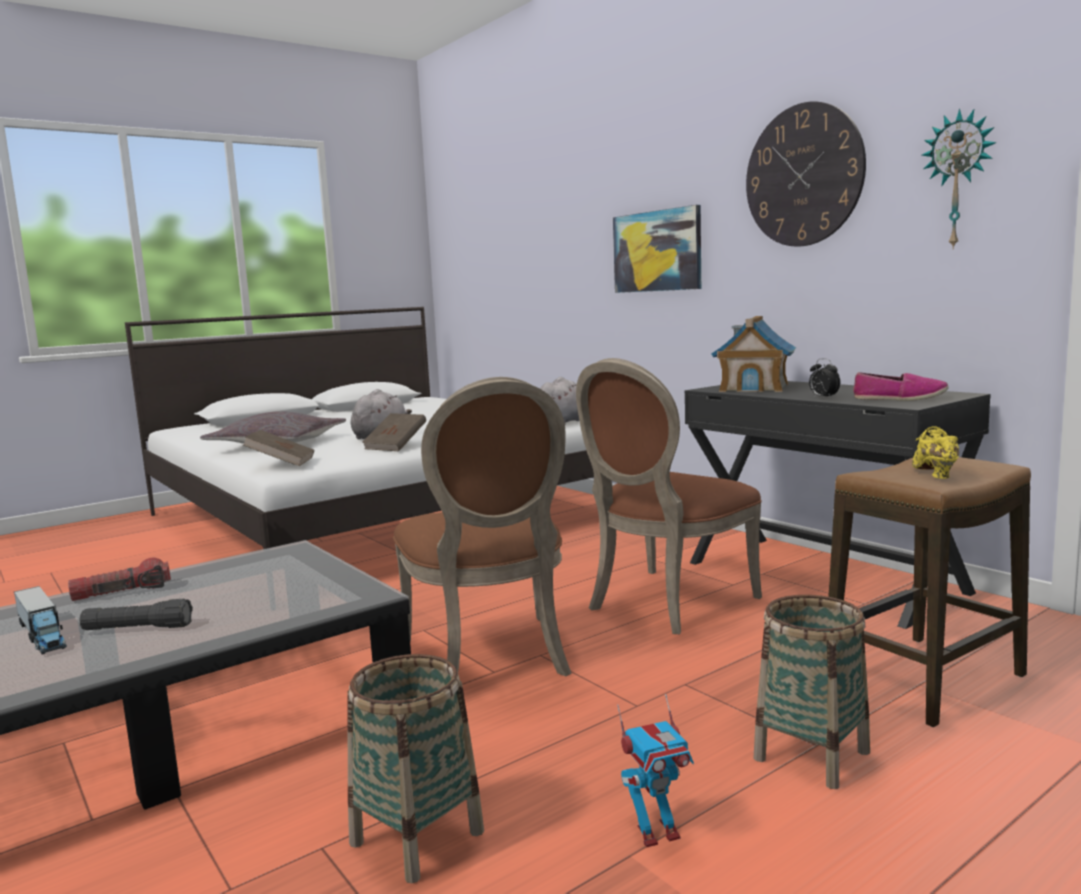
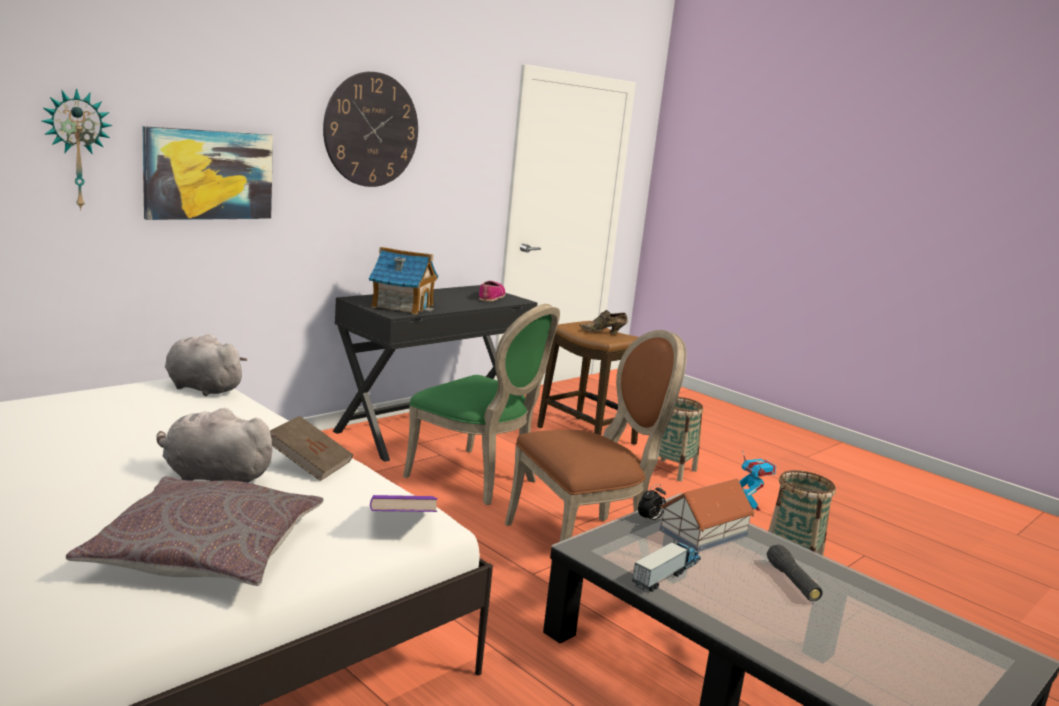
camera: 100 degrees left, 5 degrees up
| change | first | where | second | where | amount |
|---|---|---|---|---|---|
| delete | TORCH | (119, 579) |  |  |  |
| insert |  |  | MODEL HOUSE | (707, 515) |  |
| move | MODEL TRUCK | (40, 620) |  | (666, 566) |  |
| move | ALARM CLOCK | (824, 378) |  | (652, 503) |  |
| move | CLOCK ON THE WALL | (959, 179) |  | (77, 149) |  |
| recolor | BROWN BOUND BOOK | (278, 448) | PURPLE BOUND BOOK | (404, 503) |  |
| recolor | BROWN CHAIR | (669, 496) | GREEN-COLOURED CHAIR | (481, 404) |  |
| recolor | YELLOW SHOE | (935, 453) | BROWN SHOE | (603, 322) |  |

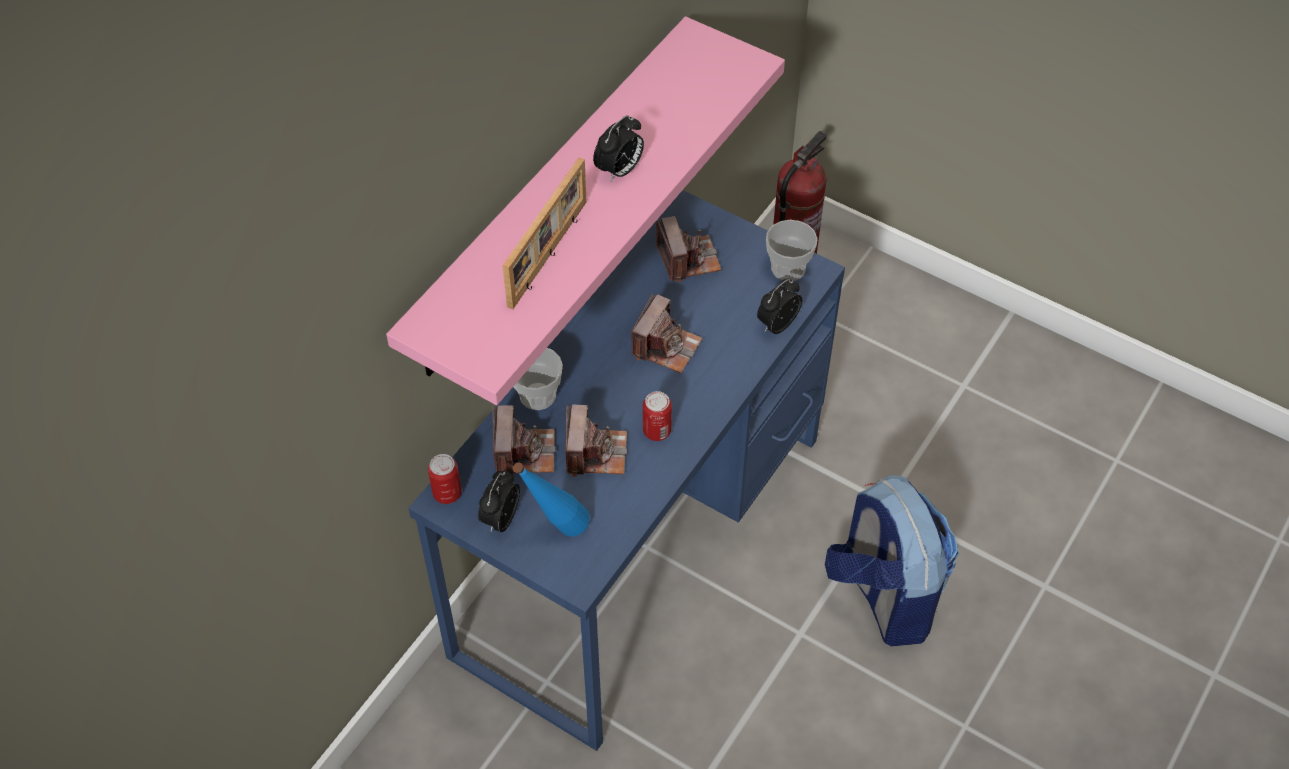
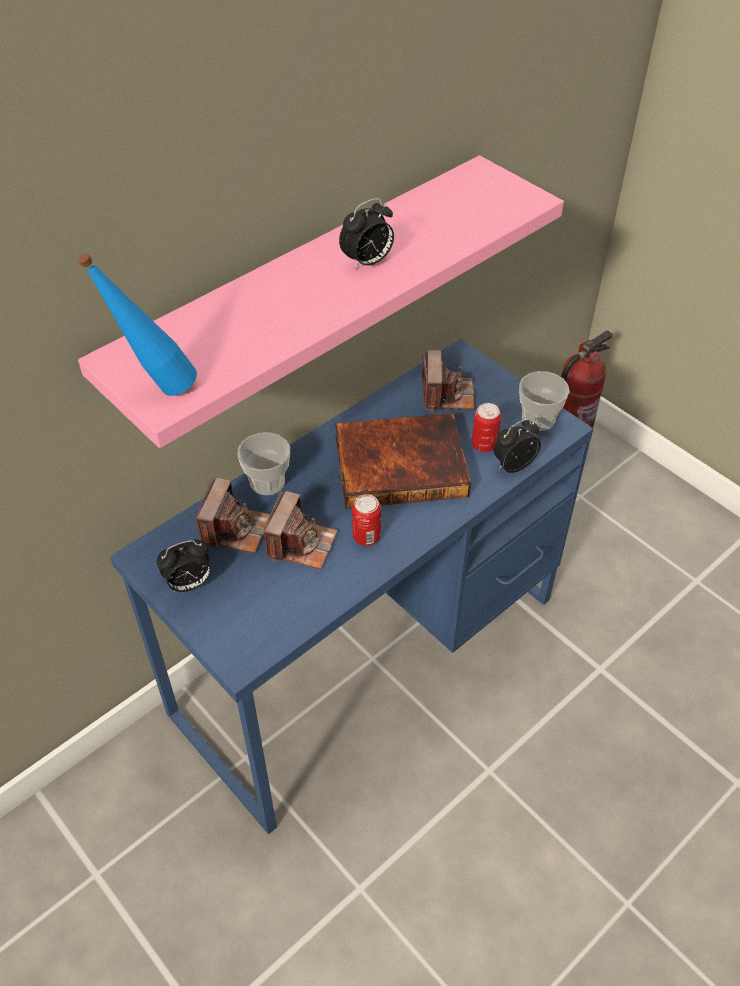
camera: 15 degrees right, 5 degrees down
| change | first | where | second | where | amount |
|---|---|---|---|---|---|
| delete | STANDING FRAME | (544, 233) |  |  |  |
| delete | BACKPACK | (892, 561) |  |  |  |
| move | METAL CAN | (445, 479) |  | (486, 427) |  |
| move | BLUE-COLOURED DRINK BOTTLE | (551, 499) |  | (137, 324) |  |
| replace | STILL CAMERA | (667, 333) | BOUND BOOK | (403, 461) |  |
| rotate | ALARM CLOCK | (499, 501) |  | (184, 566) | 150 degrees counterclockwise |

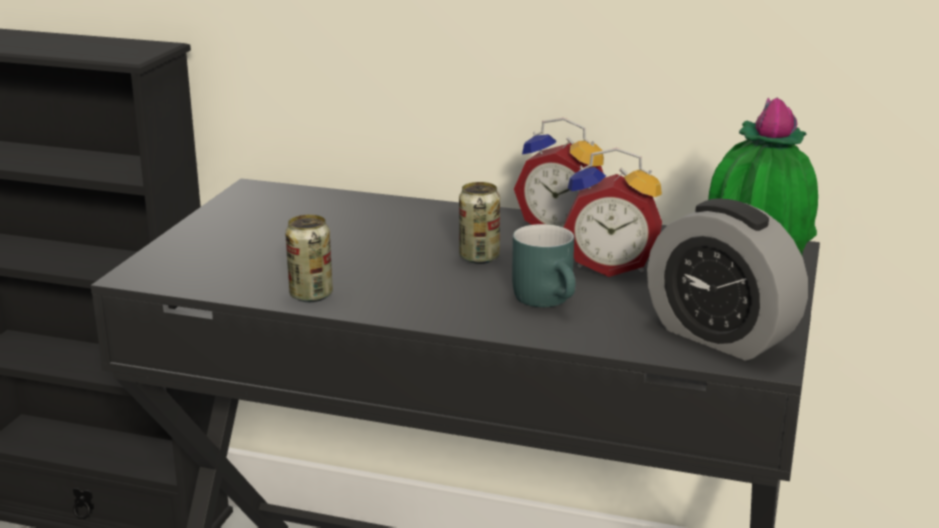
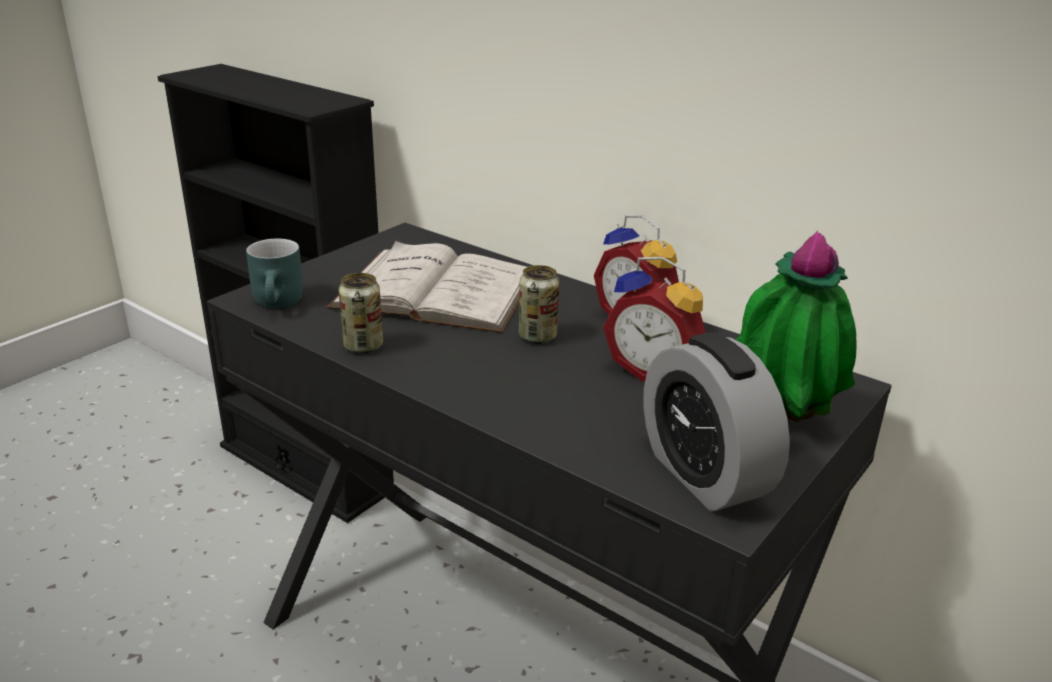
camera: 20 degrees right, 5 degrees up
| change | first | where | second | where | amount |
|---|---|---|---|---|---|
| insert |  |  | WHITE-COLOURED BOUND BOOK | (427, 287) |  |
| move | TURQUOISE TEA MUG | (544, 265) |  | (274, 273) |  |

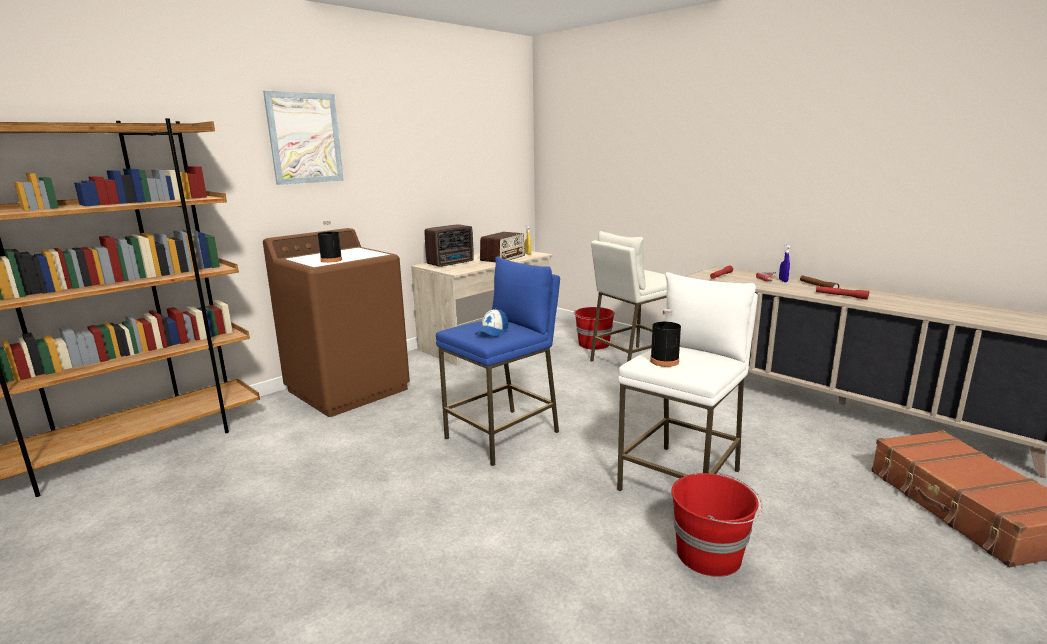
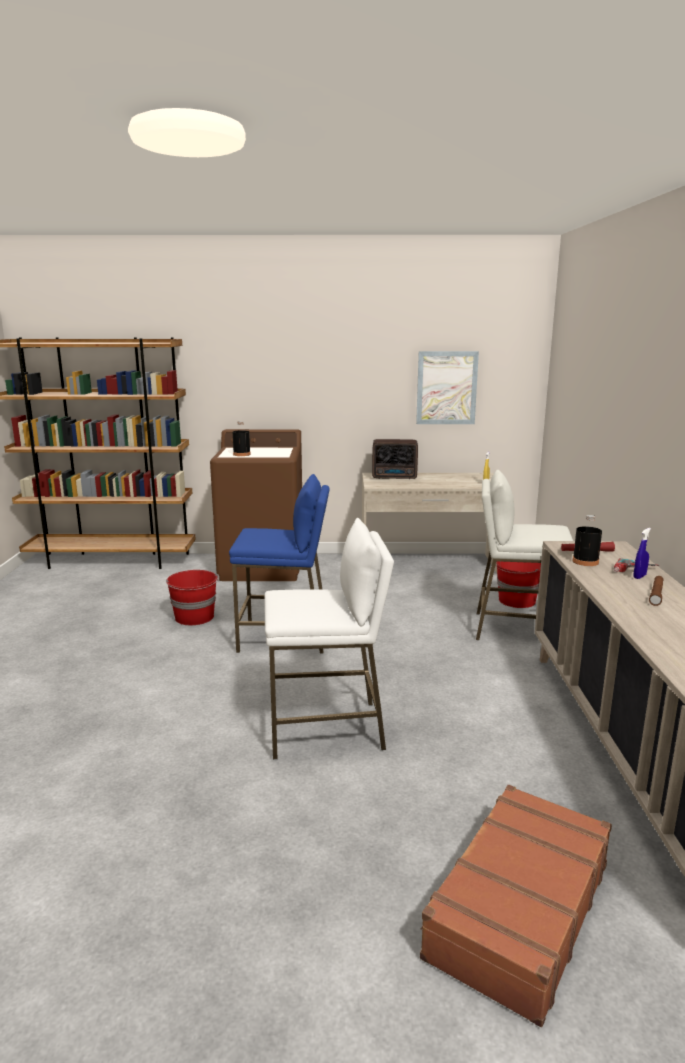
camera: 45 degrees right, 0 degrees up
| change | first | where | second | where | amount |
|---|---|---|---|---|---|
| delete | BASEBALL CAP | (492, 322) |  |  |  |
| delete | RADIO SET | (502, 247) |  |  |  |
| delete | REDDISH TORCH | (842, 293) |  |  |  |
| move | PICTURE | (303, 138) |  | (447, 387) |  |
| move | BLACKISH DRINK BOTTLE | (665, 338) |  | (587, 540) |  |
| move | REDDISH BUCKET | (717, 524) |  | (192, 597) |  |

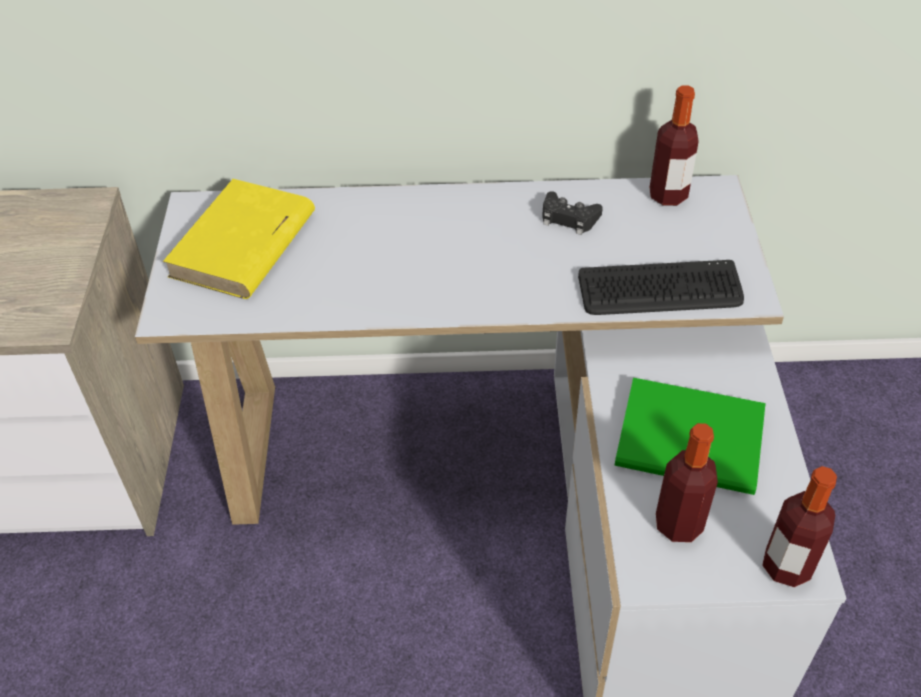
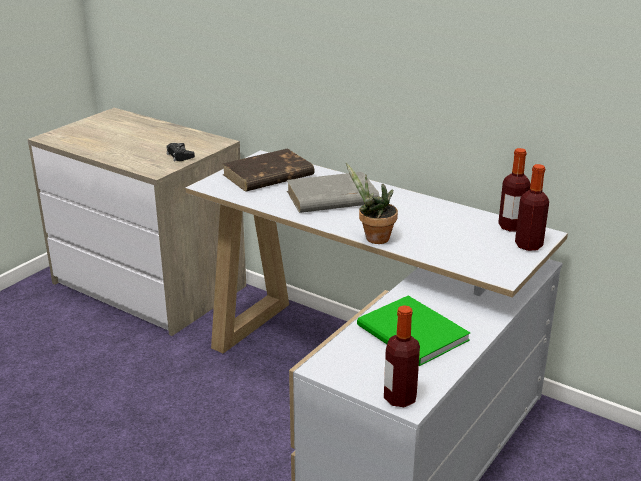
camera: 35 degrees right, 20 degrees down
| change | first | where | second | where | amount |
|---|---|---|---|---|---|
| delete | PC KEYBOARD | (661, 287) |  |  |  |
| insert |  |  | GREYISH BOUND BOOK | (333, 192) |  |
| insert |  |  | HOUSEPLANT | (372, 203) |  |
| move | BLACKISH JOYPAD | (572, 213) |  | (180, 152) |  |
| move | DRINK BOTTLE | (687, 482) |  | (532, 207) |  |
| recolor | YELLOW BOUND BOOK | (239, 239) | BROWN BOUND BOOK | (268, 170) |  |

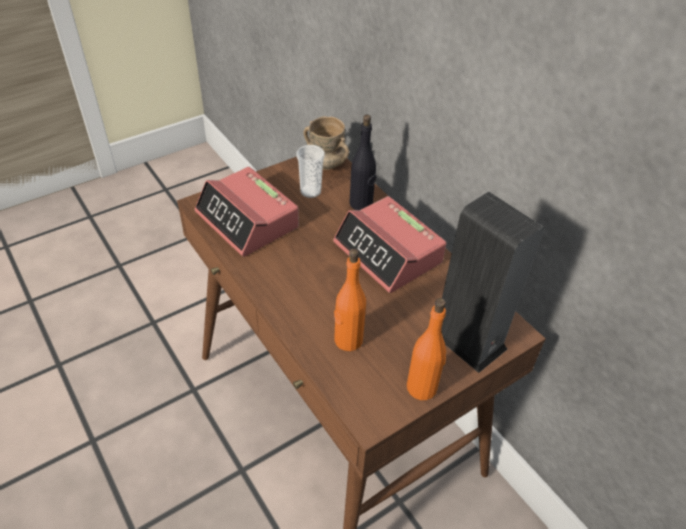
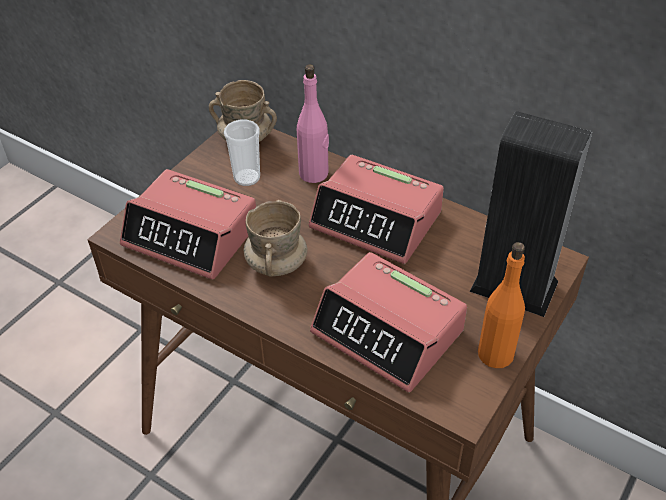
camera: 20 degrees left, 0 degrees up
| change | first | where | second | where | amount |
|---|---|---|---|---|---|
| insert |  |  | BEIGE TEA MUG | (275, 238) |  |
| replace | ORANGE DRINK BOTTLE | (350, 300) | ALARM CLOCK | (388, 322) |  |
| recolor | BLACKISH DRINK BOTTLE | (362, 162) | PINKISH DRINK BOTTLE | (313, 123) |  |

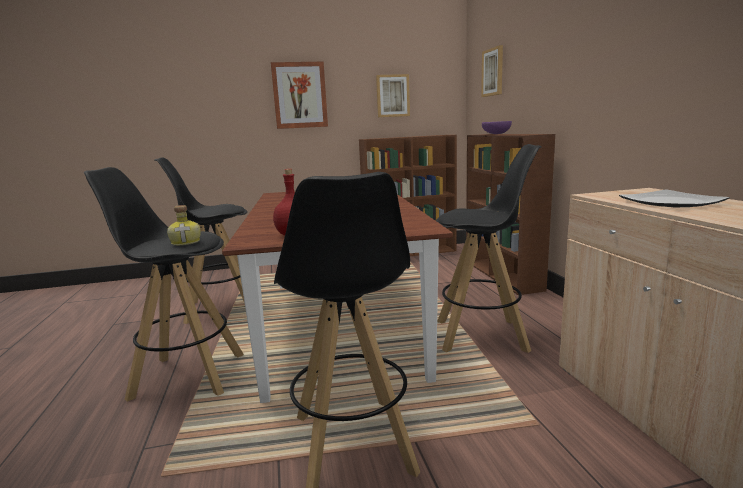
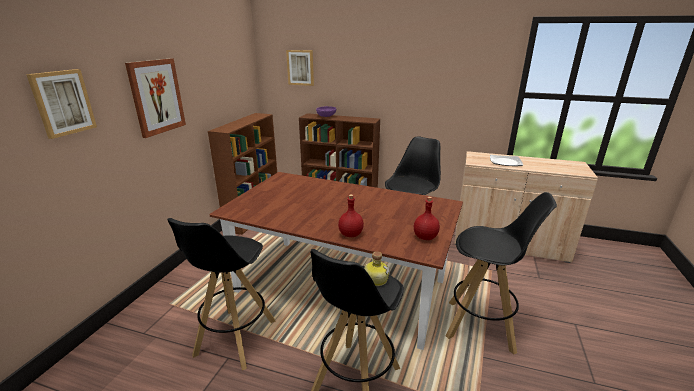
camera: 60 degrees left, 10 degrees up
| change | first | where | second | where | amount |
|---|---|---|---|---|---|
| insert |  |  | REDDISH DRINK BOTTLE | (351, 215) |  |
| move | PICTURE | (393, 95) |  | (61, 104) |  |

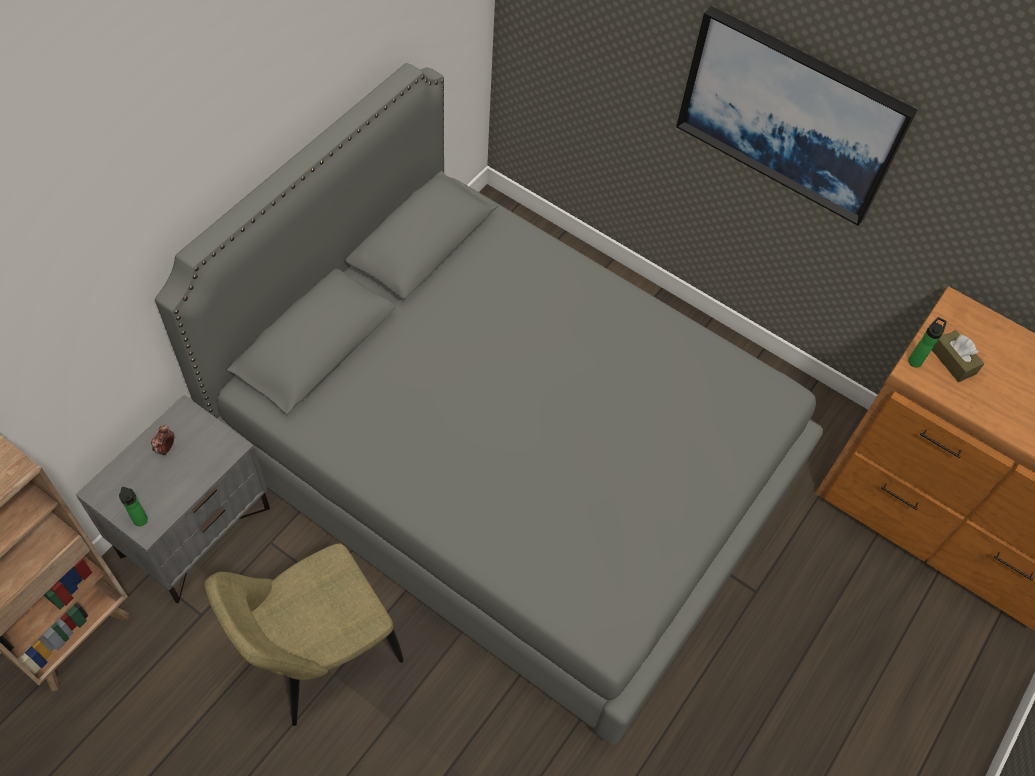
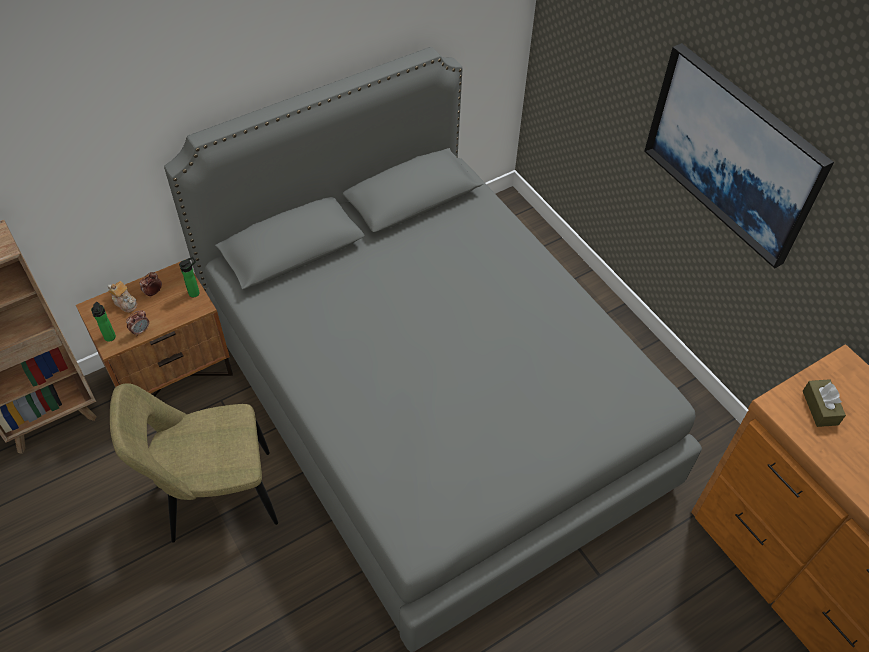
camera: 25 degrees right, 5 degrees down
| change | first | where | second | where | amount |
|---|---|---|---|---|---|
| insert |  |  | TEAPOT | (122, 296) |  |
| insert |  |  | ALARM CLOCK | (137, 323) |  |
| move | DRINK BOTTLE | (927, 342) |  | (189, 277) |  |
| recolor | GREYISH BEDSIDE TABLE | (173, 499) | BROWN BEDSIDE TABLE | (154, 327) |  |

